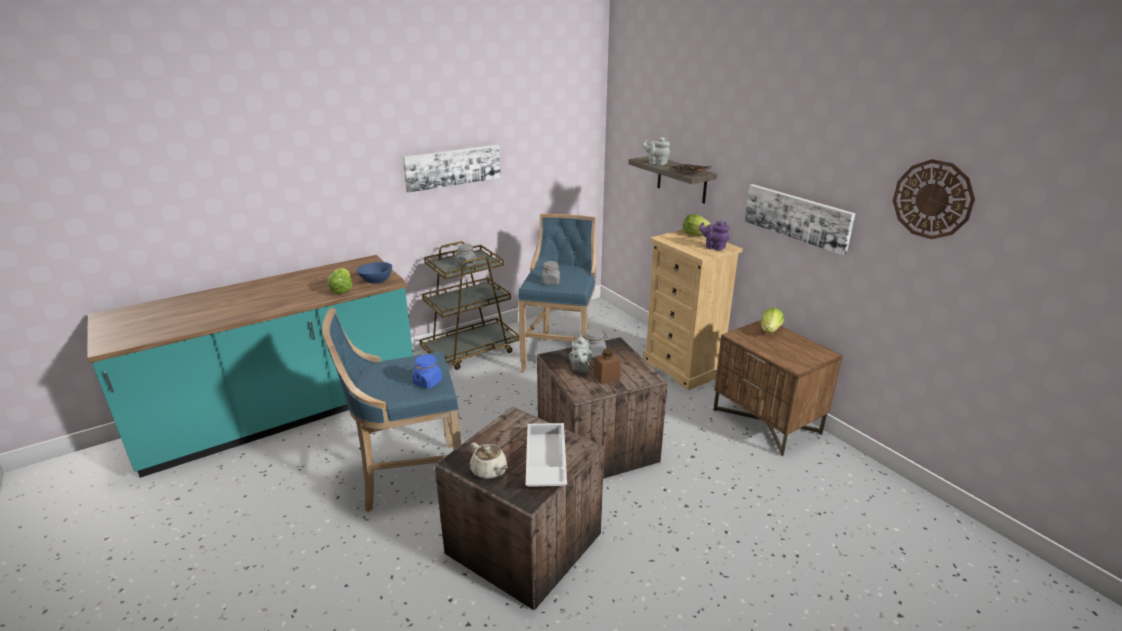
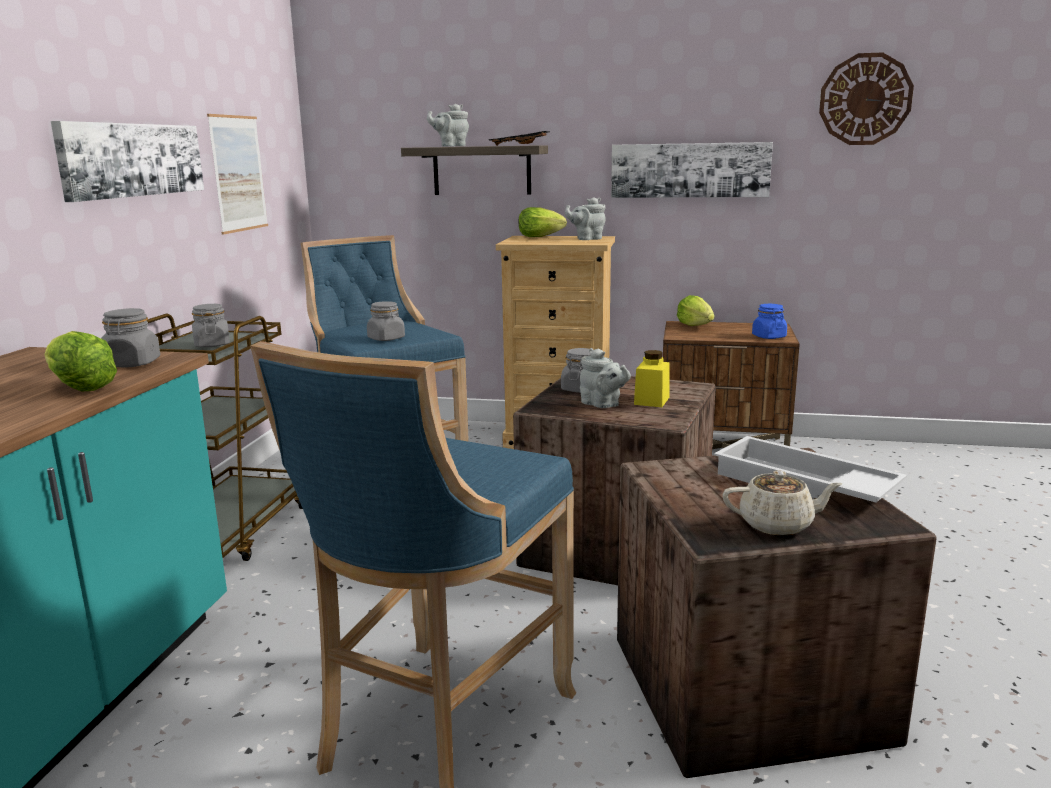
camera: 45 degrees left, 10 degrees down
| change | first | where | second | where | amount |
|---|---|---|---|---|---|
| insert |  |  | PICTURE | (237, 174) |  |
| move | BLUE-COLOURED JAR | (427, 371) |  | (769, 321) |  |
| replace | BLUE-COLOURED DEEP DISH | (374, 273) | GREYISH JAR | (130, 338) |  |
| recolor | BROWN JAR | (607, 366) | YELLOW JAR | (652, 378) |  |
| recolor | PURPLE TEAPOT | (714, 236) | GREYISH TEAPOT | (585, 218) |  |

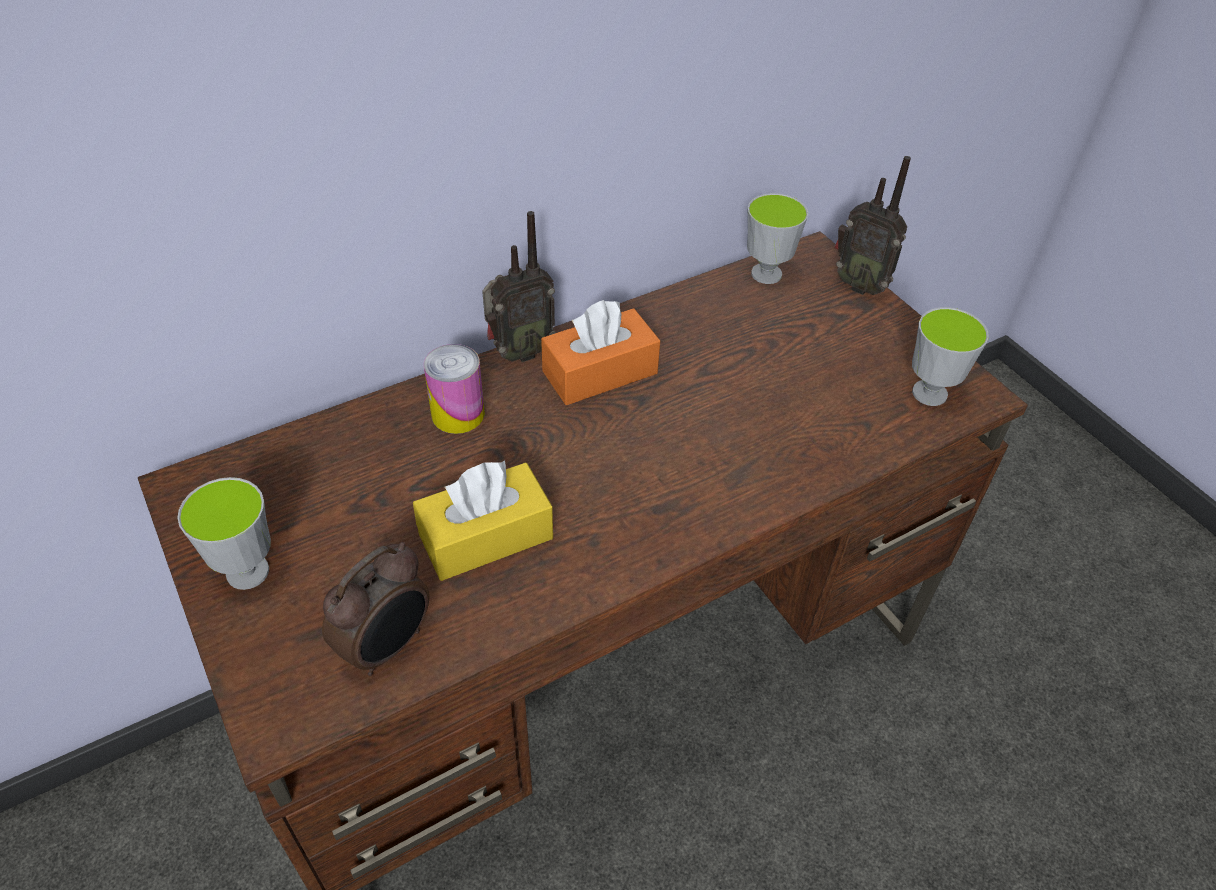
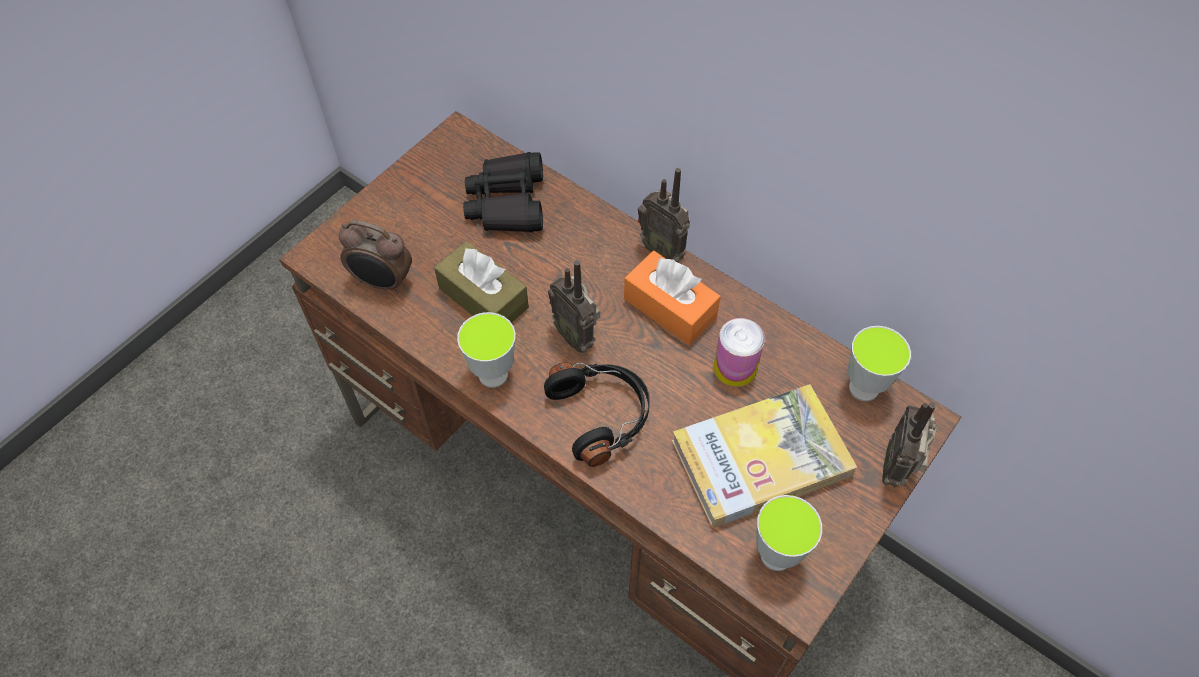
camera: 70 degrees right, 10 degrees up
| change | first | where | second | where | amount |
|---|---|---|---|---|---|
| insert |  |  | BLACKISH PAIR OF BINOCULARS | (503, 192) |  |
| insert |  |  | BLACKISH HEADPHONES | (597, 414) |  |
| insert |  |  | RADIO SET | (574, 306) |  |
| insert |  |  | BOUND BOOK | (764, 456) |  |
| move | DRINKING CUP | (224, 533) |  | (486, 350) |  |
| move | METAL CAN | (454, 389) |  | (739, 352) |  |
| recolor | YELLOW TISSUE BOX | (483, 520) | BROWN TISSUE BOX | (481, 282) |  |

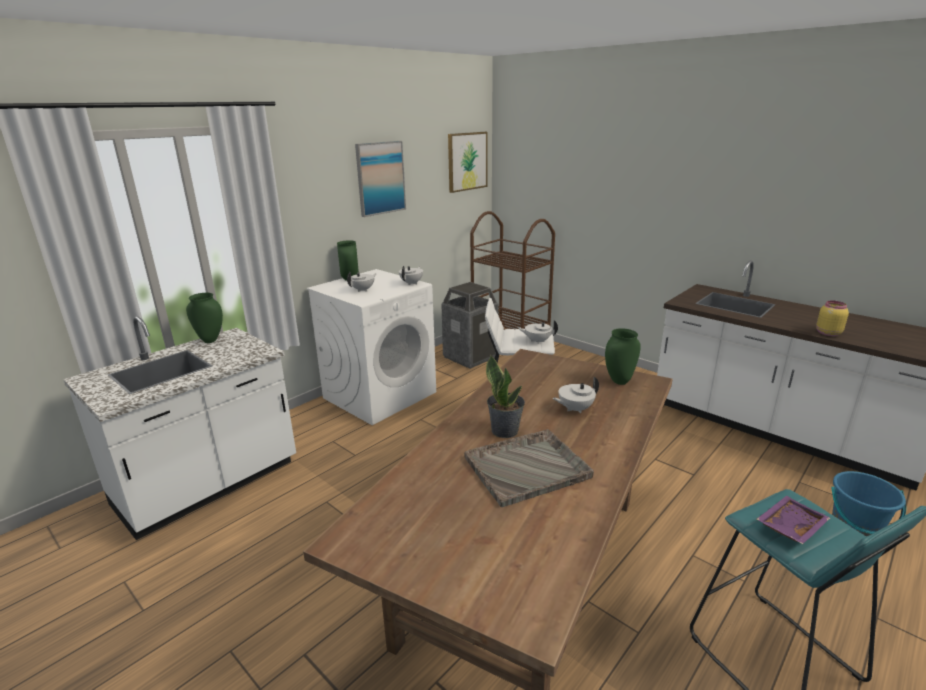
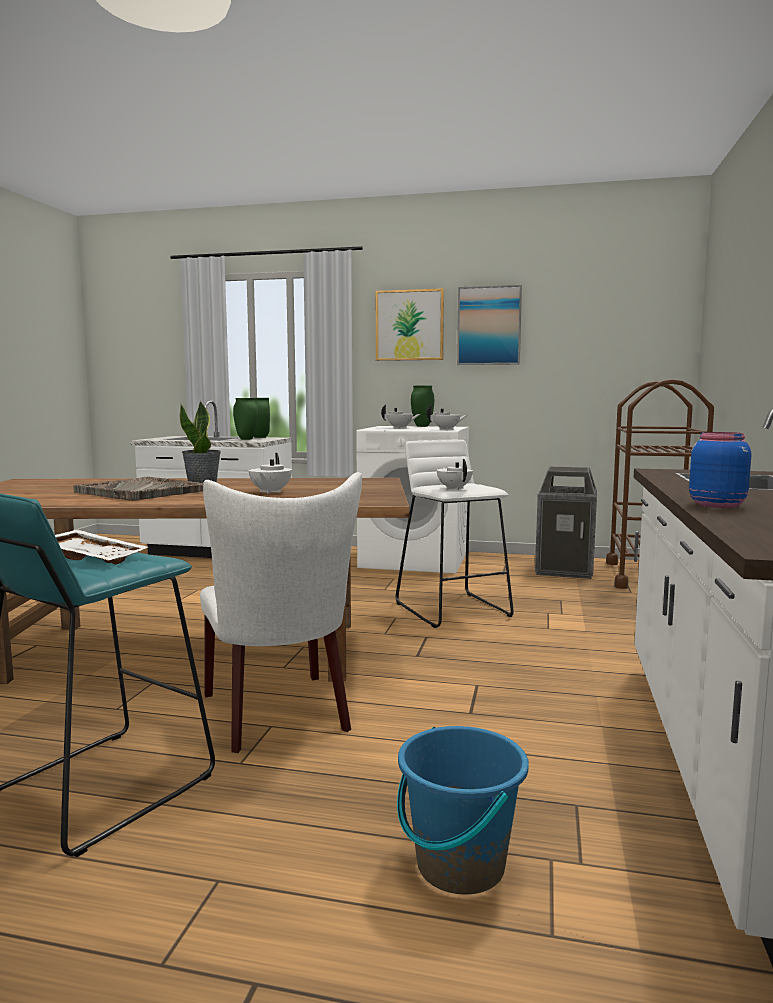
camera: 60 degrees right, 15 degrees down
| change | first | where | second | where | amount |
|---|---|---|---|---|---|
| insert |  |  | WHITE-COLOURED CHAIR | (281, 612) |  |
| move | PICTURE | (468, 162) |  | (410, 324) |  |
| move | GREEN-COLOURED DECORATIVE VASE | (623, 356) |  | (245, 419) |  |
| recolor | PURPLE CARRYING TRAY | (793, 520) | WHITE-COLOURED CARRYING TRAY | (101, 547) |  |
| recolor | YELLOW JAR | (832, 318) | BLUE-COLOURED JAR | (720, 470) |  |
| rotate | WHITE-COLOURED TEAPOT | (575, 395) |  | (270, 473) | 120 degrees counterclockwise |

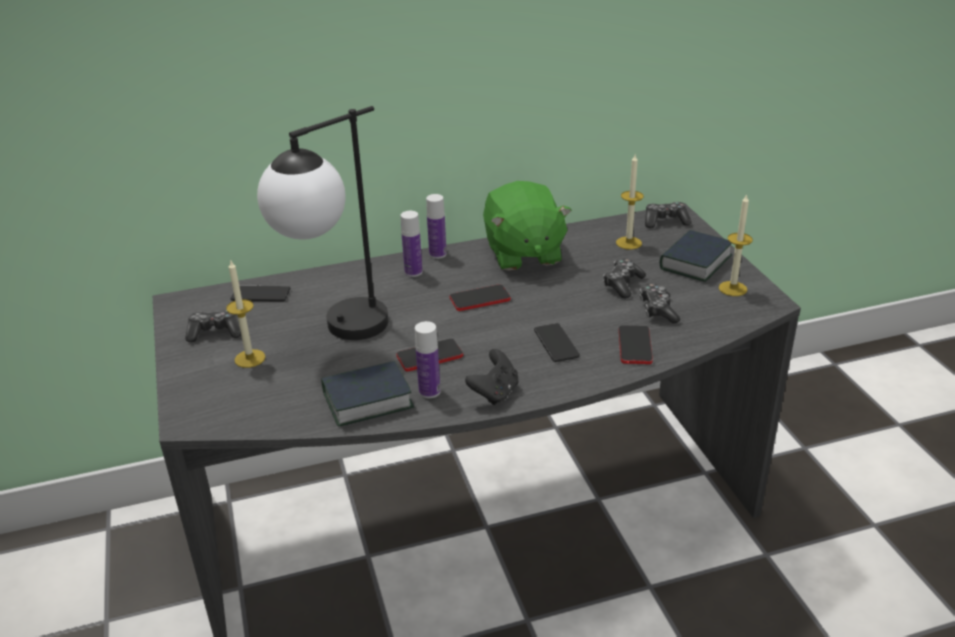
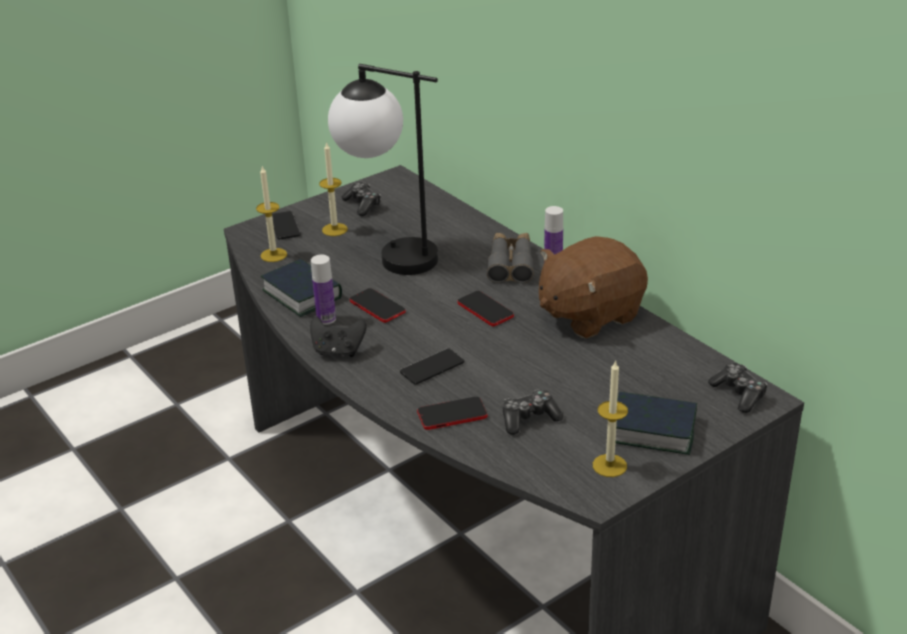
camera: 70 degrees right, 0 degrees up
| change | first | where | second | where | amount |
|---|---|---|---|---|---|
| delete | JOYPAD | (624, 278) |  |  |  |
| move | TELEPHONE | (260, 294) |  | (286, 225) |  |
| move | WAX CANDLE | (630, 202) |  | (271, 214) |  |
| replace | DRINK BOTTLE | (412, 244) | GREYISH PAIR OF BINOCULARS | (510, 258) |  |
| recolor | GREEN-COLOURED PLUSH TOY | (527, 226) | BROWN PLUSH TOY | (593, 287) |  |

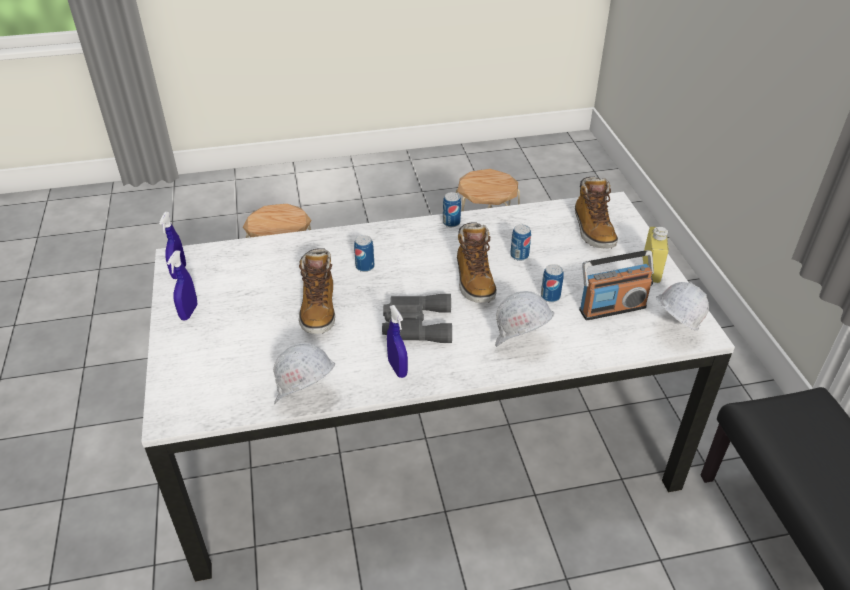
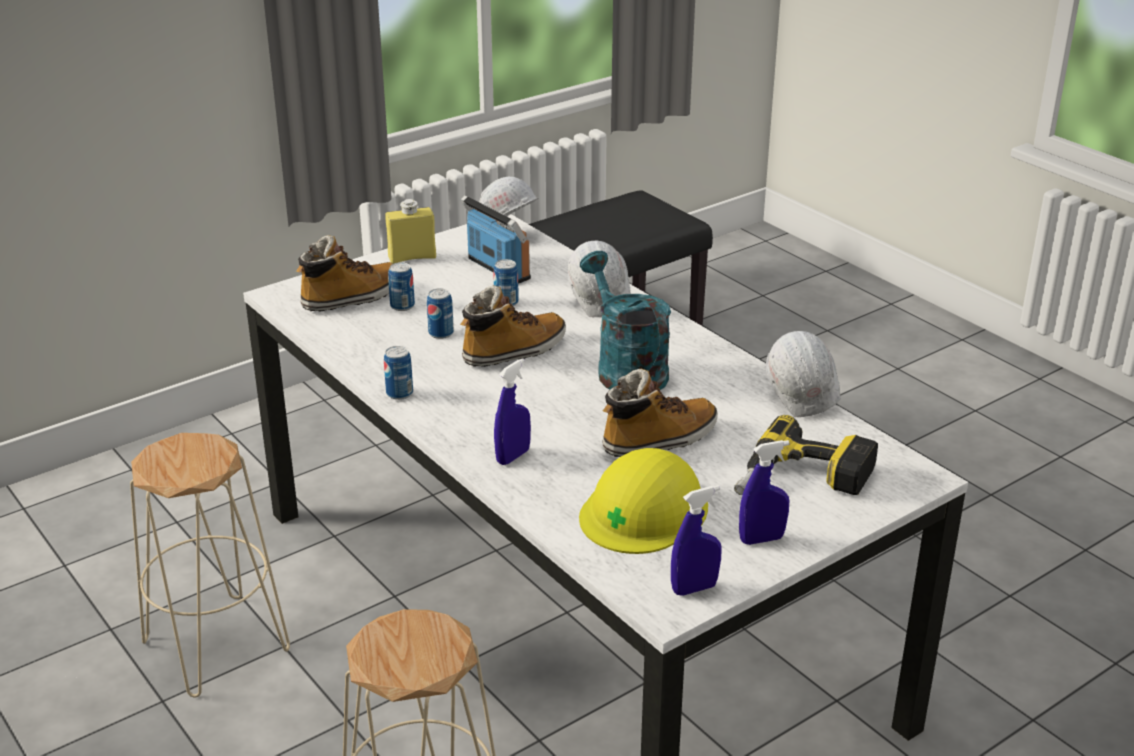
camera: 115 degrees left, 10 degrees down
| change | first | where | second | where | amount |
|---|---|---|---|---|---|
| insert |  |  | YELLOW HARD HAT | (643, 501) |  |
| insert |  |  | ELECTRIC DRILL | (806, 455) |  |
| move | METAL CAN | (364, 253) |  | (401, 286) |  |
| move | BLUE-COLOURED SPRAY BOTTLE | (397, 341) |  | (512, 411) |  |
| replace | GREYISH PAIR OF BINOCULARS | (417, 318) | TURQUOISE WATERING POT | (625, 320) |  |

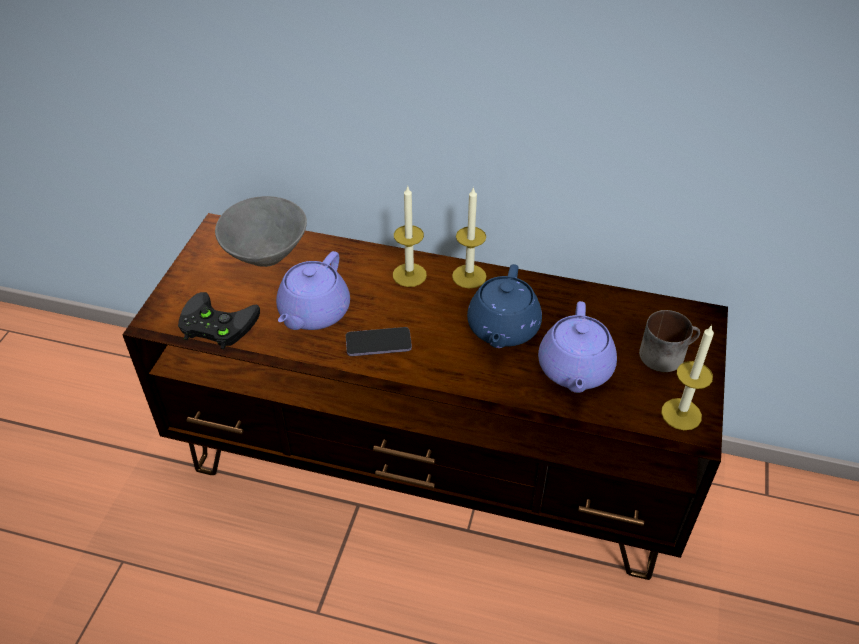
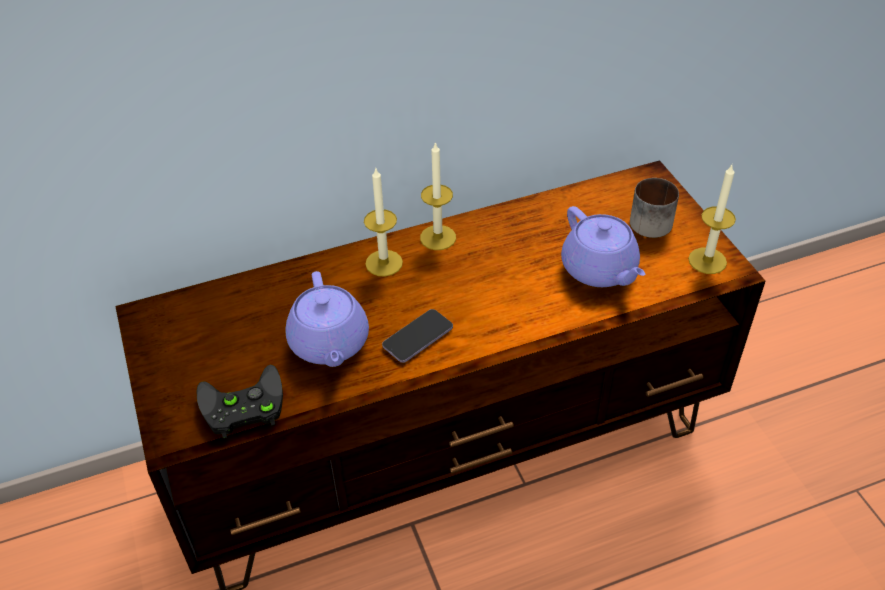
camera: 35 degrees left, 0 degrees up
| change | first | where | second | where | amount |
|---|---|---|---|---|---|
| delete | GREYISH DEEP DISH | (261, 231) |  |  |  |
| delete | BLUE-COLOURED TEAPOT | (504, 306) |  |  |  |

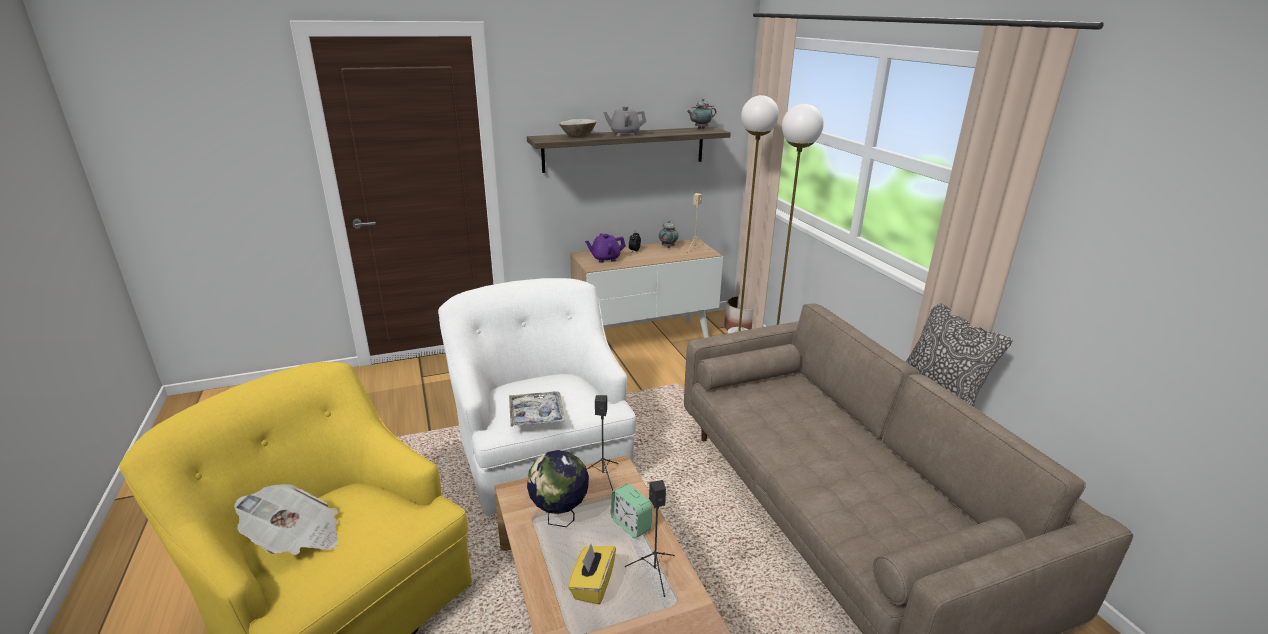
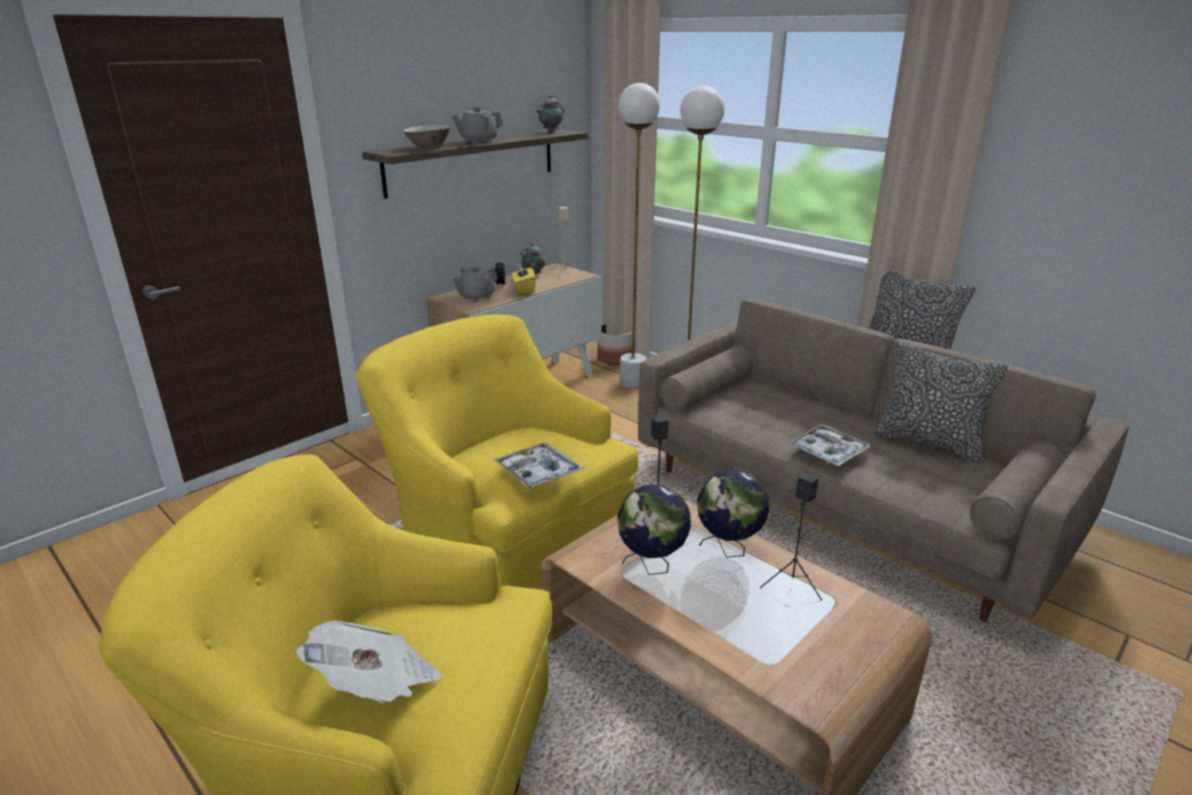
camera: 25 degrees left, 0 degrees up
| change | first | where | second | where | amount |
|---|---|---|---|---|---|
| insert |  |  | CARRYING TRAY | (829, 445) |  |
| insert |  |  | CUSHION | (941, 403) |  |
| move | YELLOW TISSUE BOX | (592, 574) |  | (523, 279) |  |
| replace | ALARM CLOCK | (631, 511) | DESK GLOBE | (733, 514) |  |
| recolor | WHITE-COLOURED ARMCHAIR | (537, 396) | YELLOW ARMCHAIR | (497, 451) |  |
| recolor | PURPLE TEAPOT | (605, 248) | GREYISH TEAPOT | (475, 284) |  |

